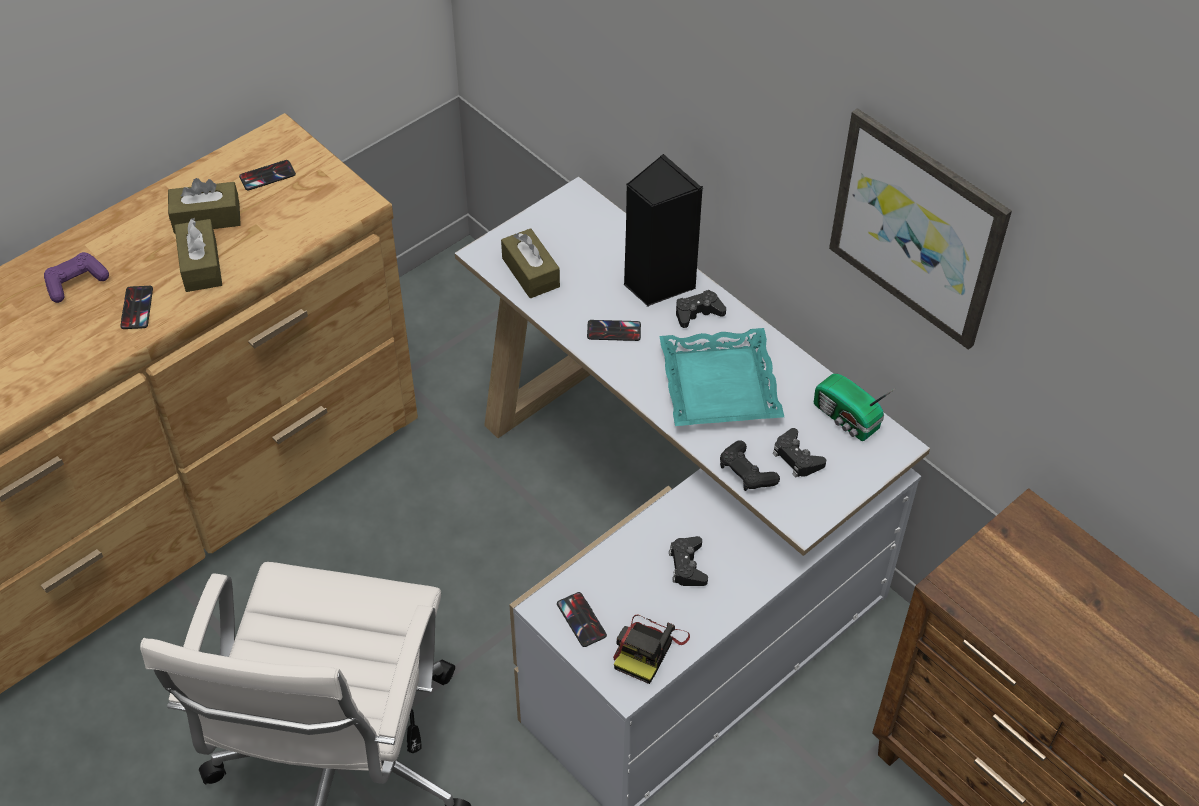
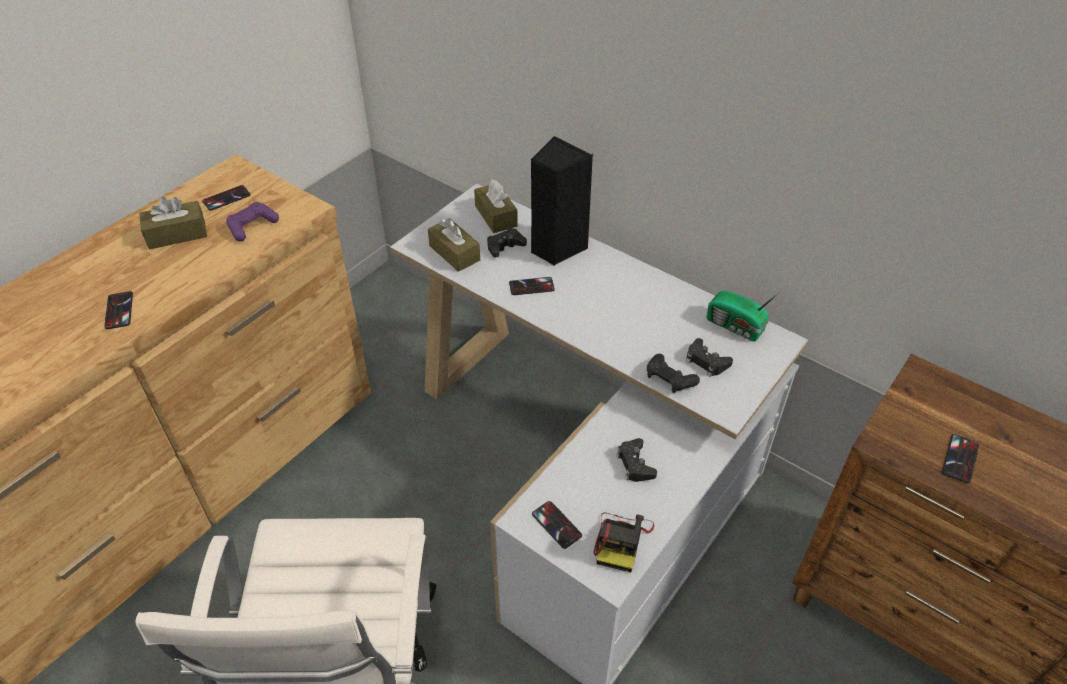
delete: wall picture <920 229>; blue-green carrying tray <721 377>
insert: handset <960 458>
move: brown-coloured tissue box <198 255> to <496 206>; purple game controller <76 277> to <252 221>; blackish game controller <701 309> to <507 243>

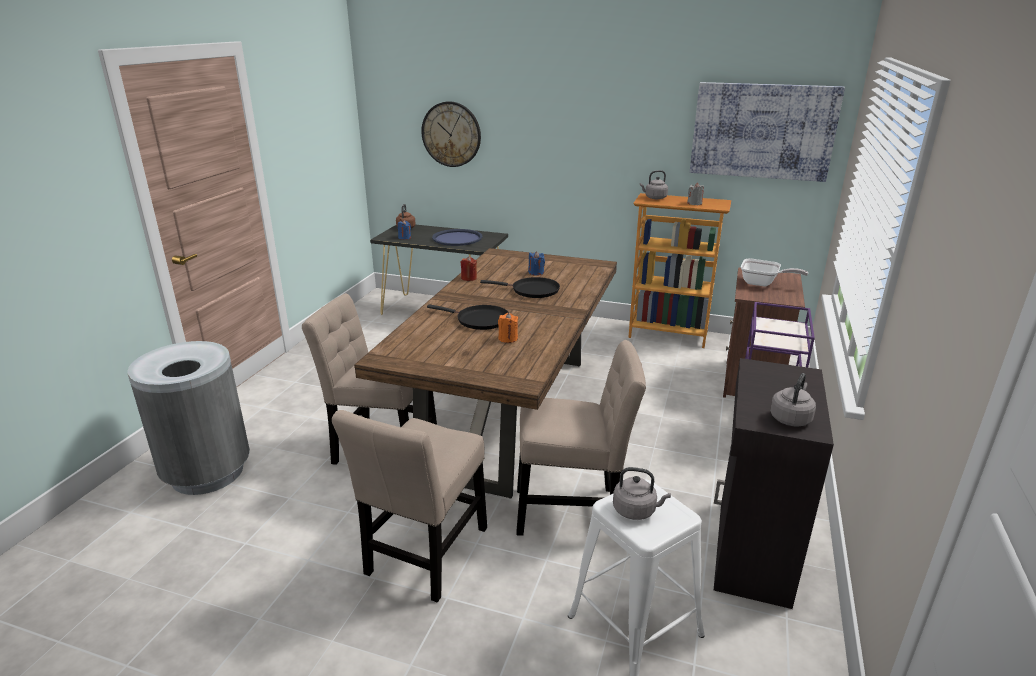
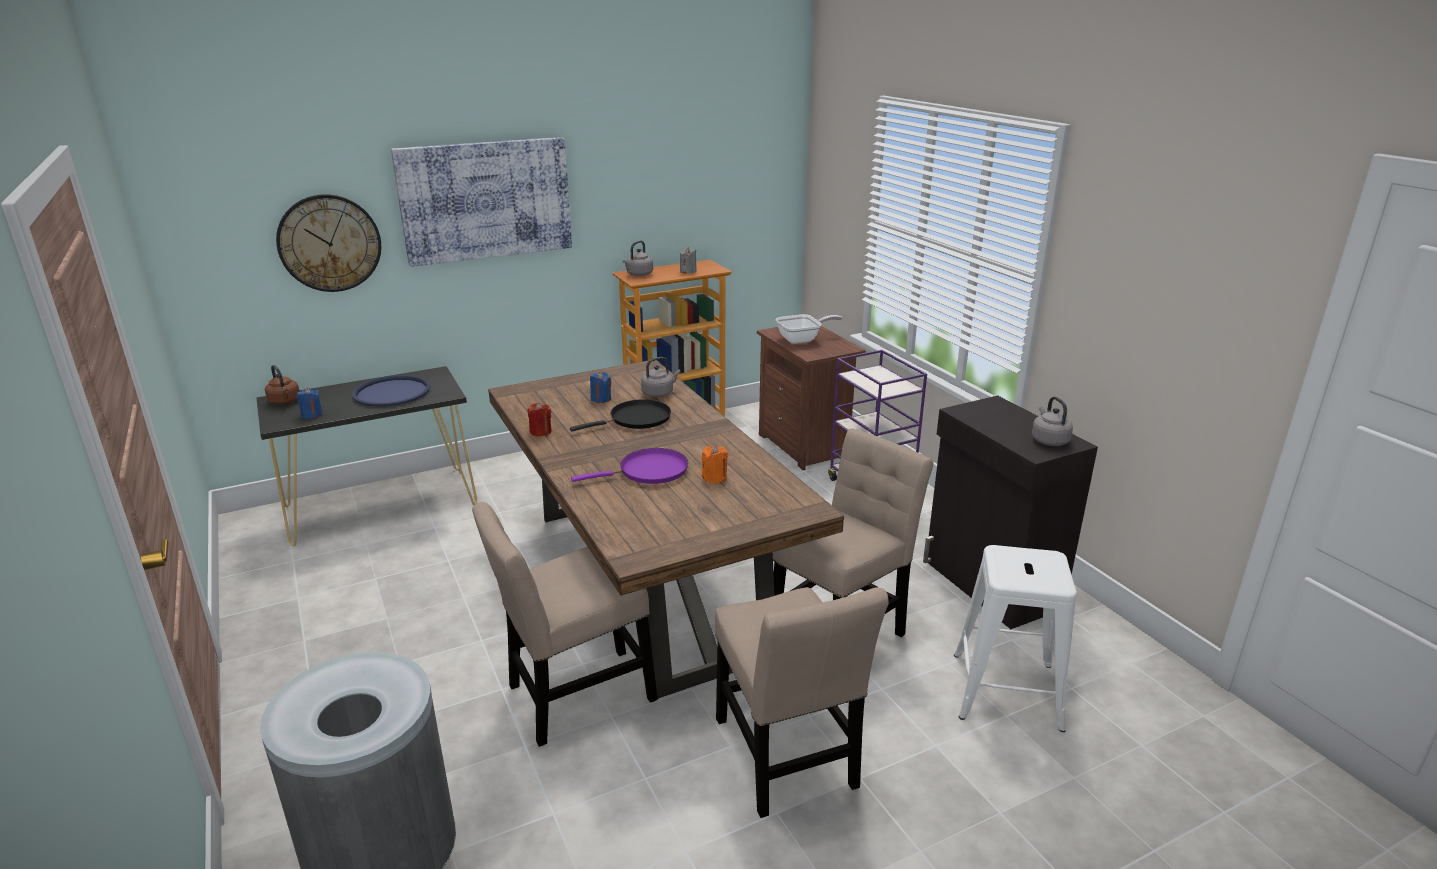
move: wall picture <767 132> to <481 202>; greyish kettle <642 493> to <661 377>
recolor: blackish frying pan <468 317> to purple frying pan <629 466>

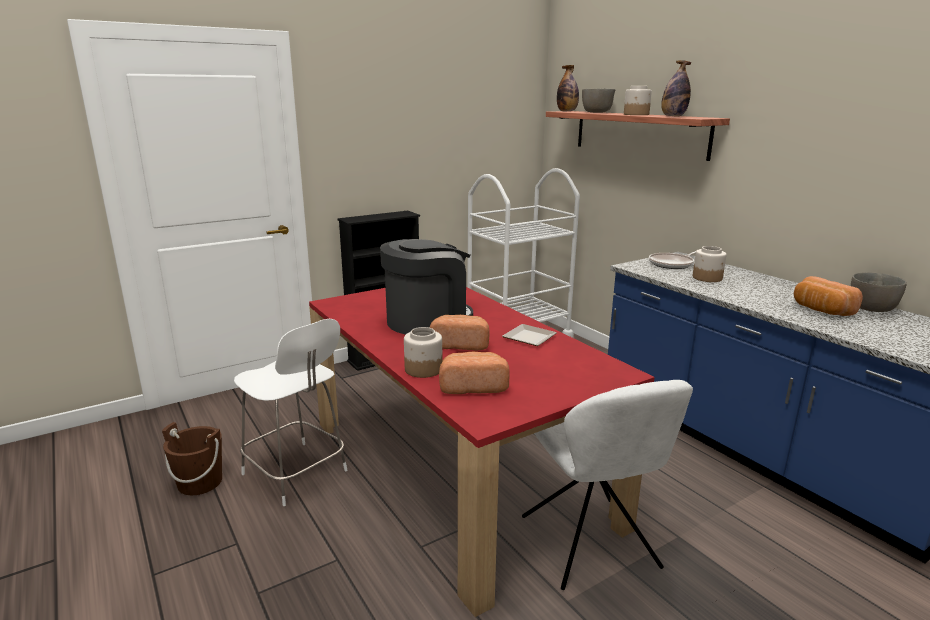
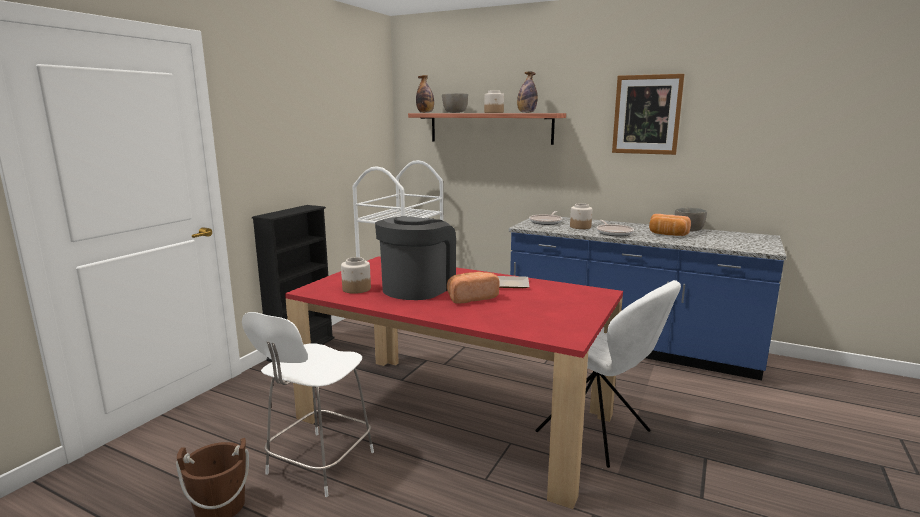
delete: bakery bread <474 373>
insert: wall picture <648 114>; frying pan <615 228>
move: preserve jar <423 352> to <356 275>
rotate: white-coloured plain chair <290 412> = <308 404> 105 degrees clockwise

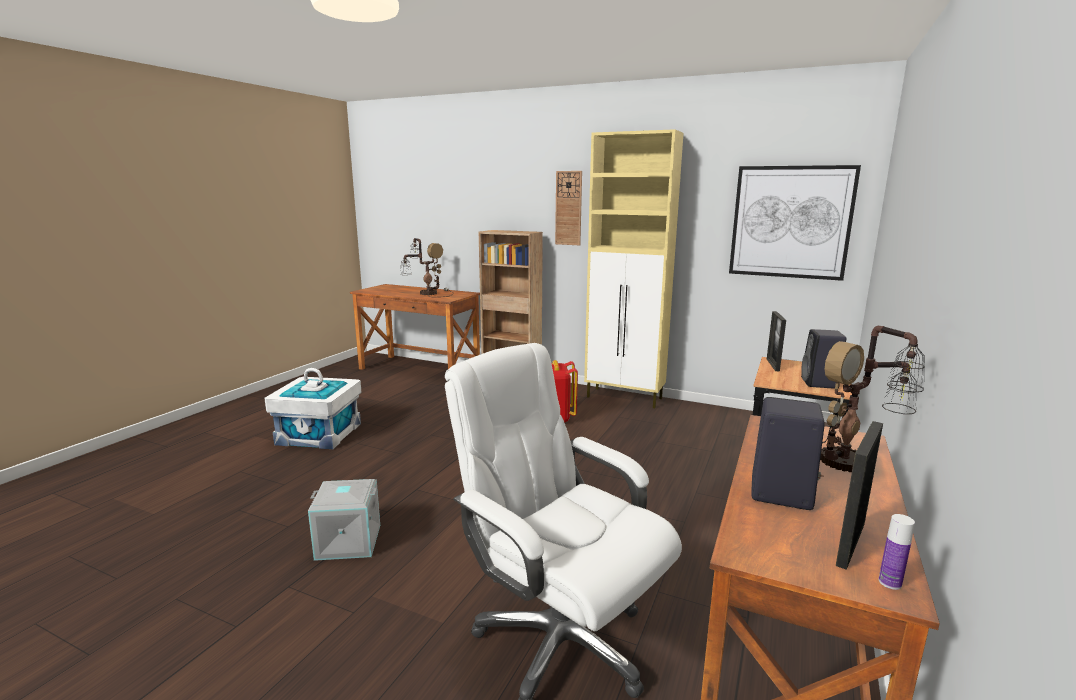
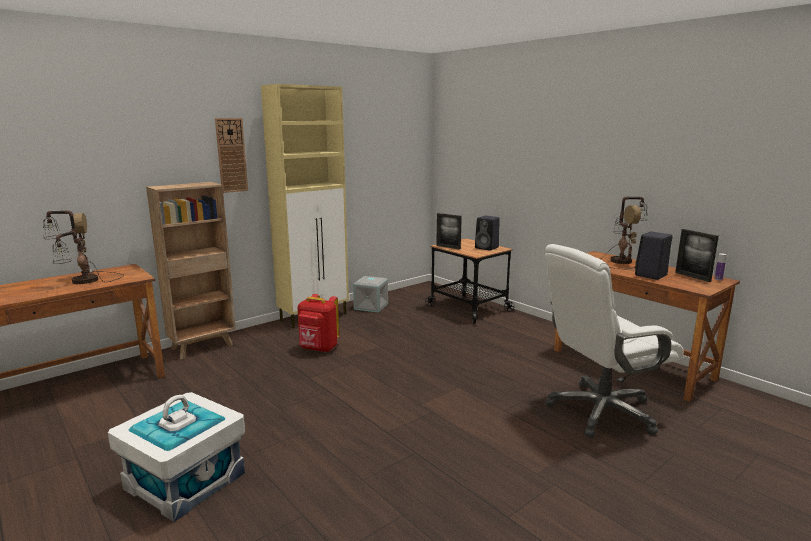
delete: wall picture <795 223>
move: greyish storage container <344 520> to <370 294>

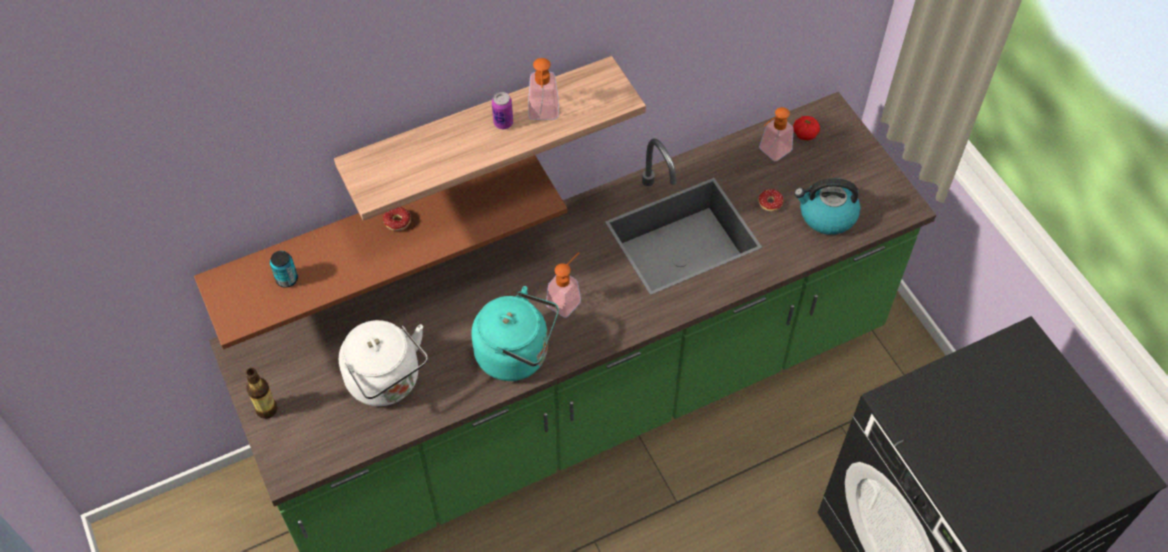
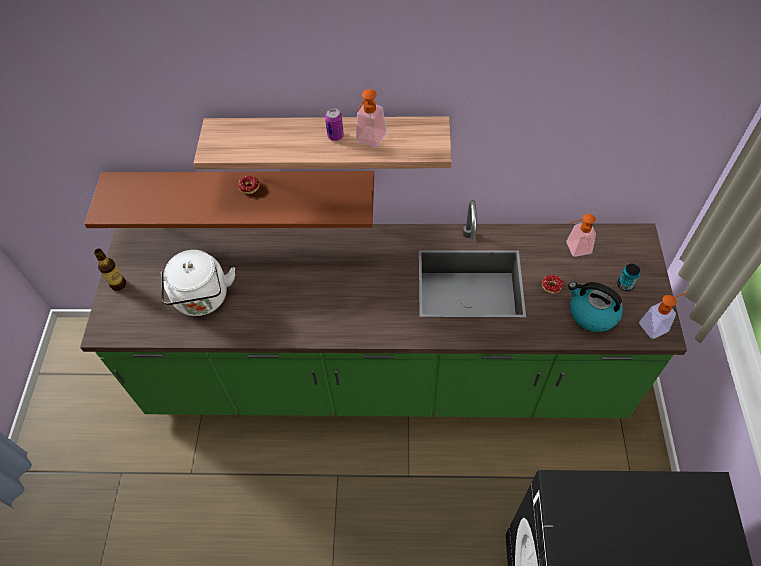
delete: whole tomato <806 128>; blue-green kettle <515 333>
move: metal can <284 269> to <628 277>; soap dispenser <563 285> to <663 315>

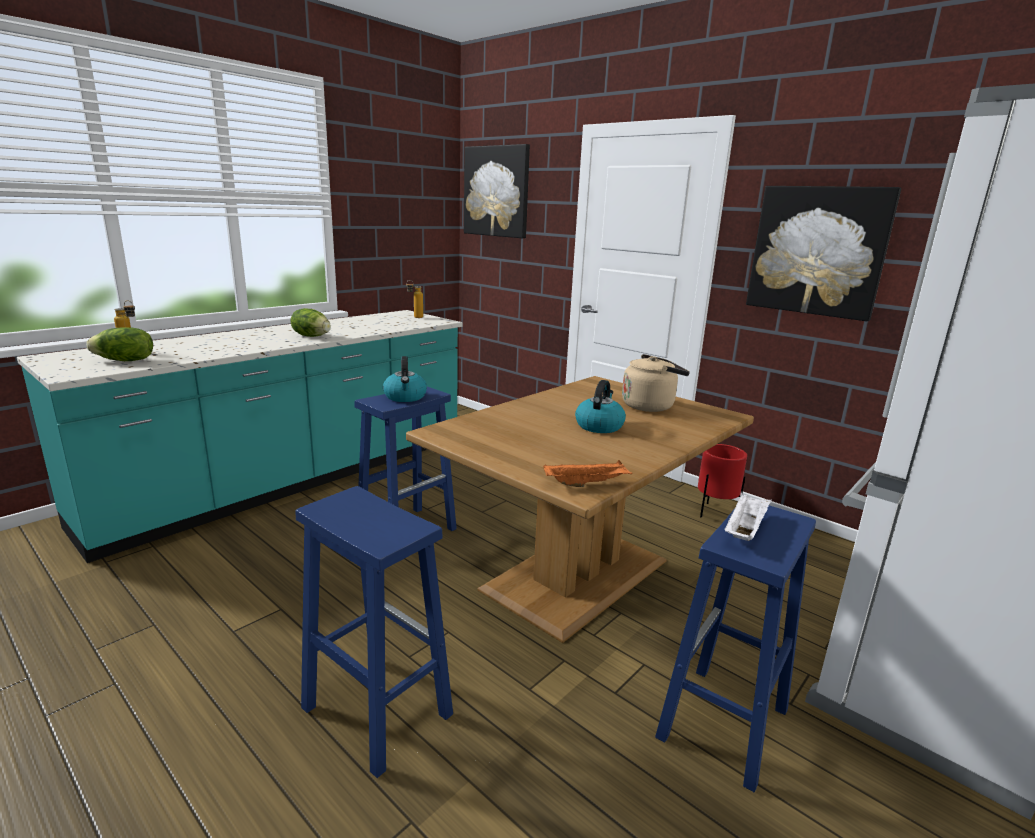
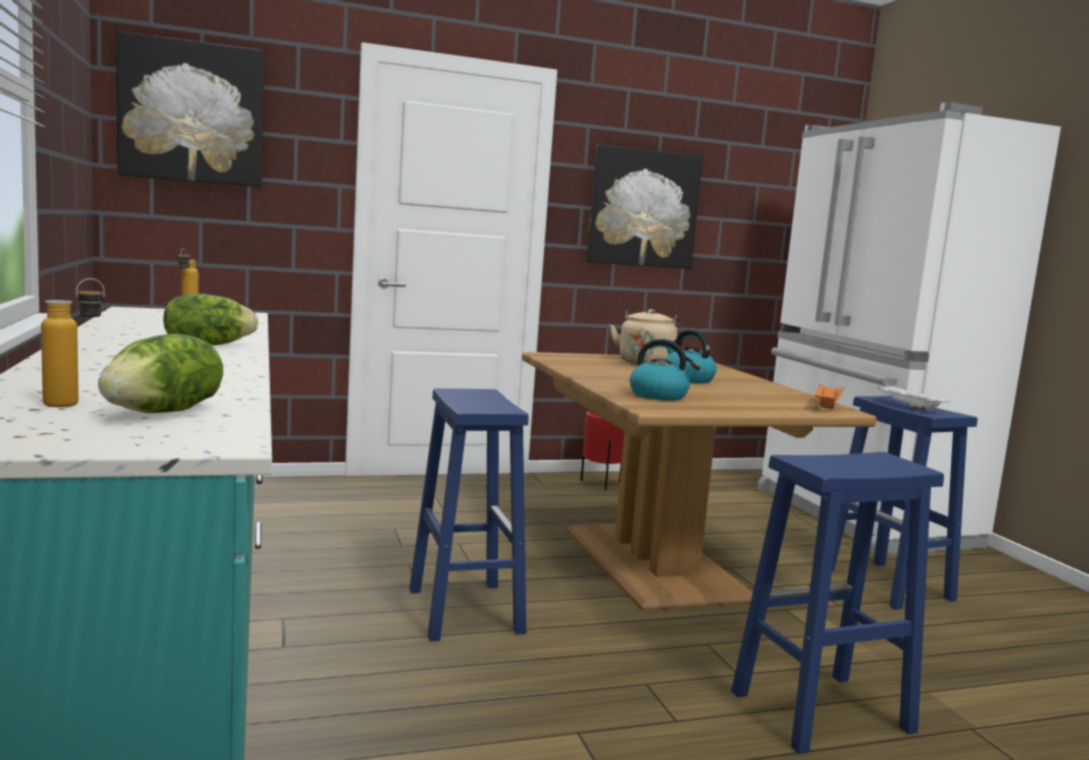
move: kettle <405 379> to <665 369>

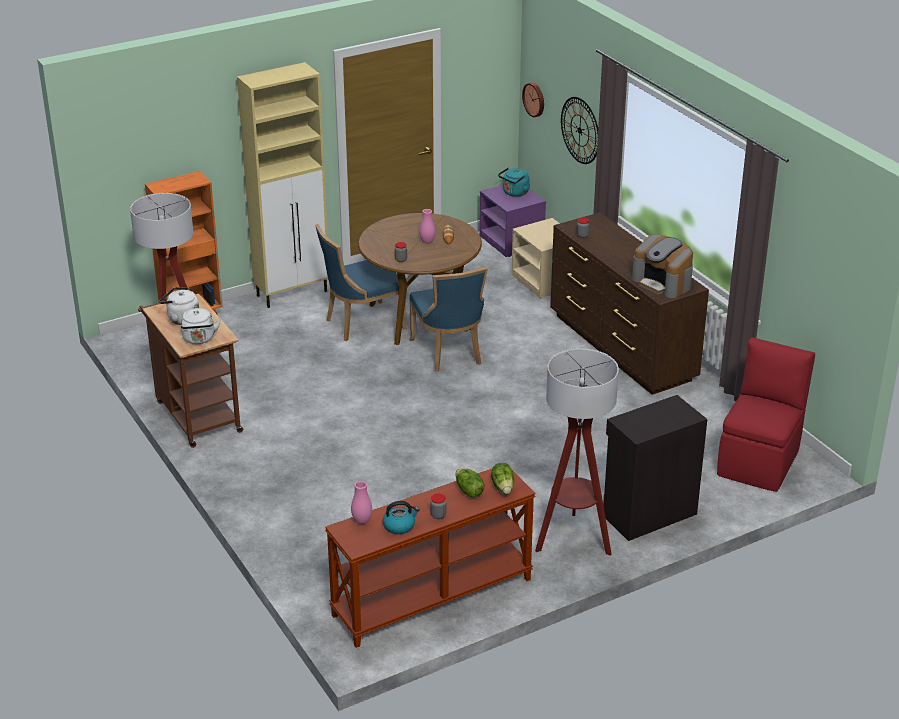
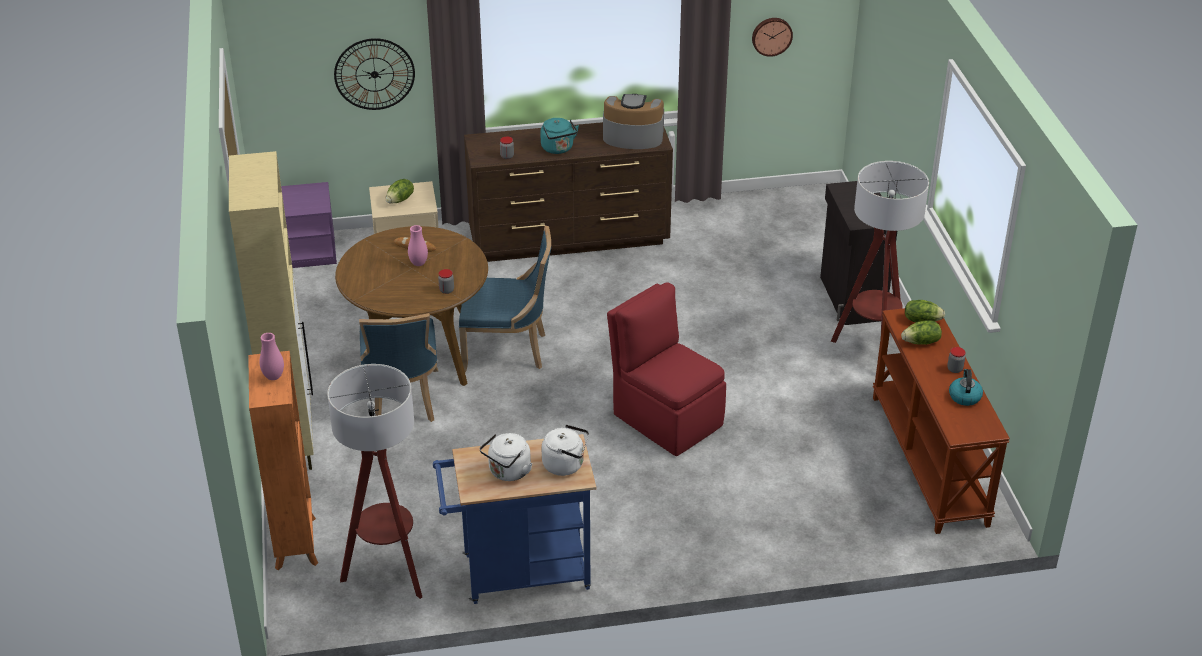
insert: head of lettuce <400 191>
move: wall clock <533 100> to <772 37>; blue-green kettle <514 182> to <559 136>; red-coloured plain chair <766 414> to <666 369>; pinkish decorative vase <361 502> to <271 356>
recolor: brown-coloured trolley <190 371> to blue-coloured trolley <514 519>
rotate: coffee maker <662 266> = <633 121> 150 degrees counterclockwise

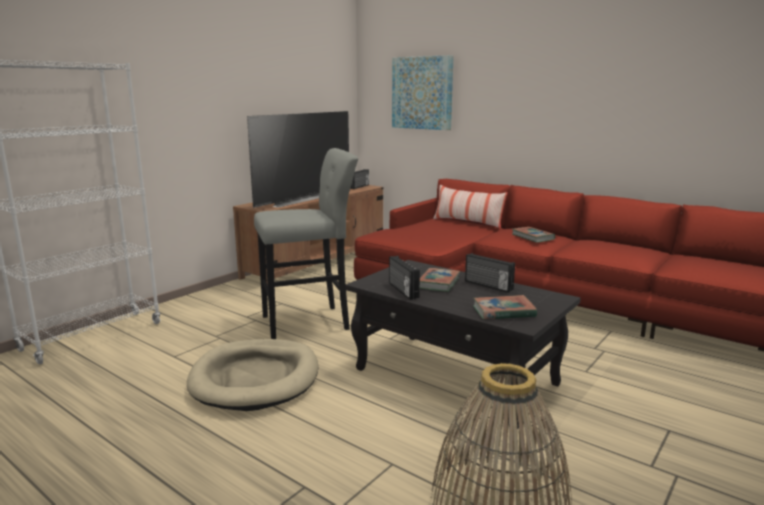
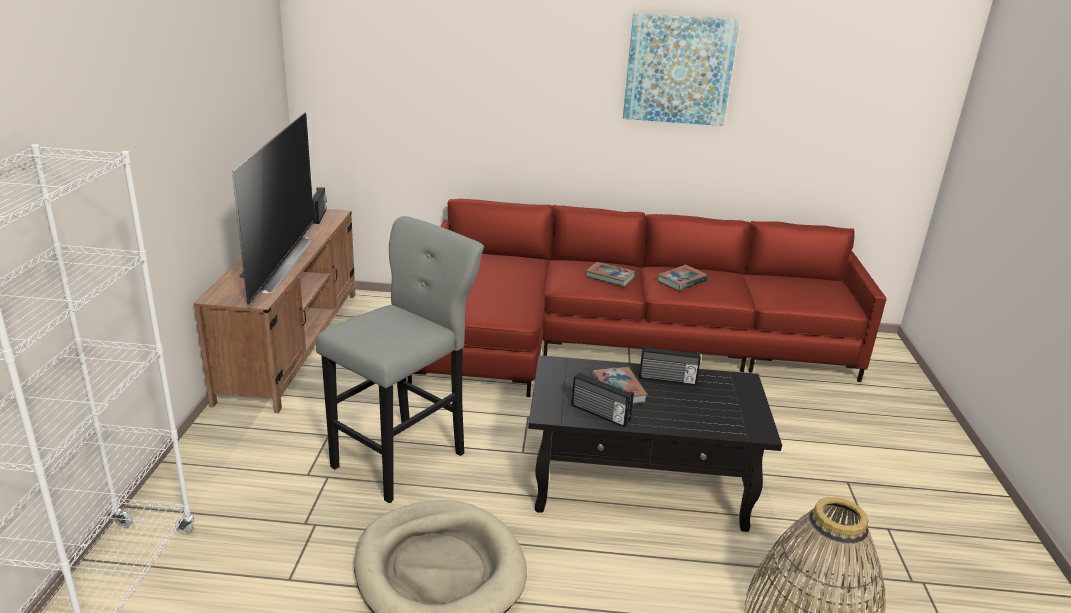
delete: throw pillow <470 207>
move: wall picture <423 92> to <681 69>; bound book <505 307> to <682 277>

